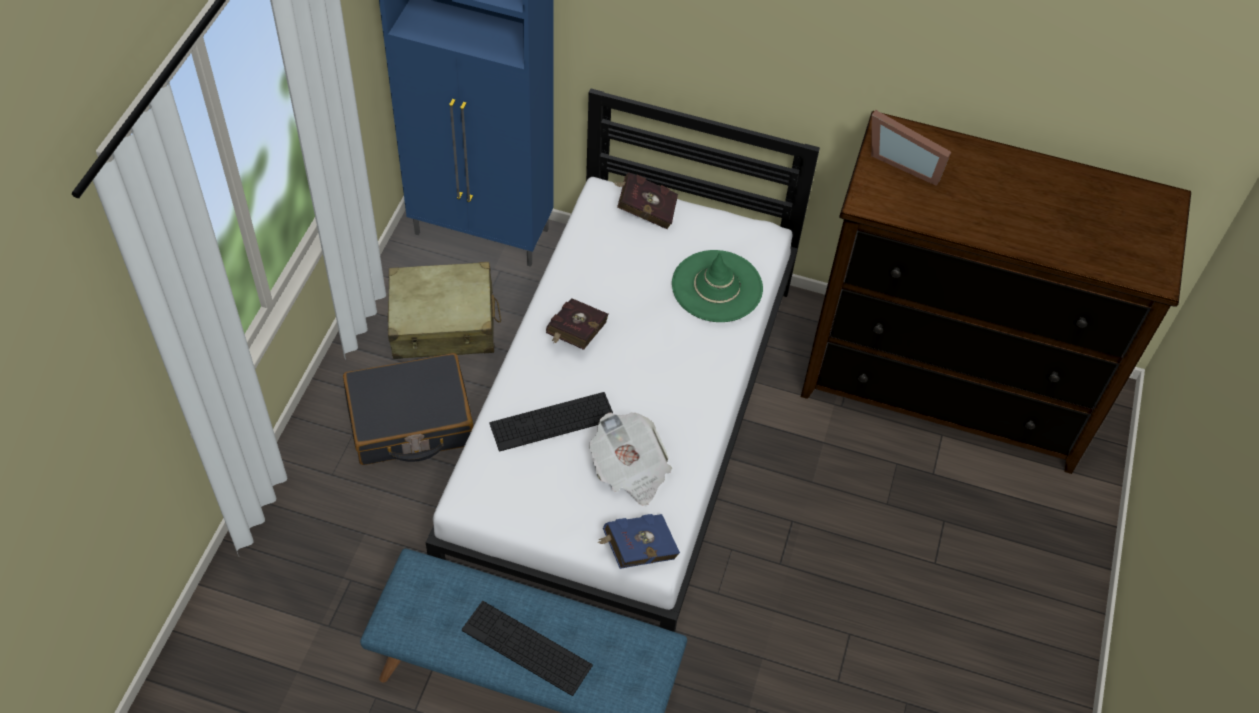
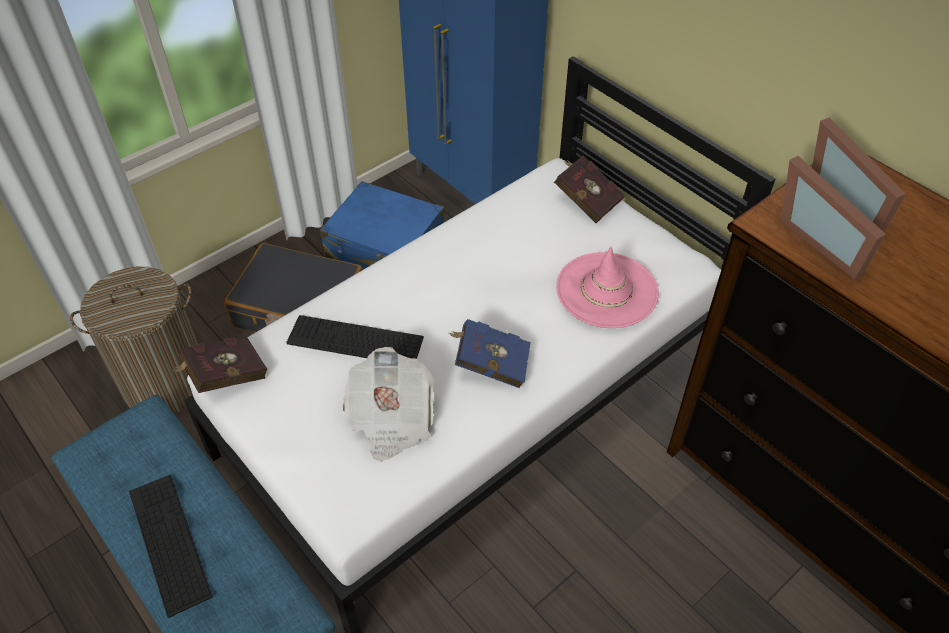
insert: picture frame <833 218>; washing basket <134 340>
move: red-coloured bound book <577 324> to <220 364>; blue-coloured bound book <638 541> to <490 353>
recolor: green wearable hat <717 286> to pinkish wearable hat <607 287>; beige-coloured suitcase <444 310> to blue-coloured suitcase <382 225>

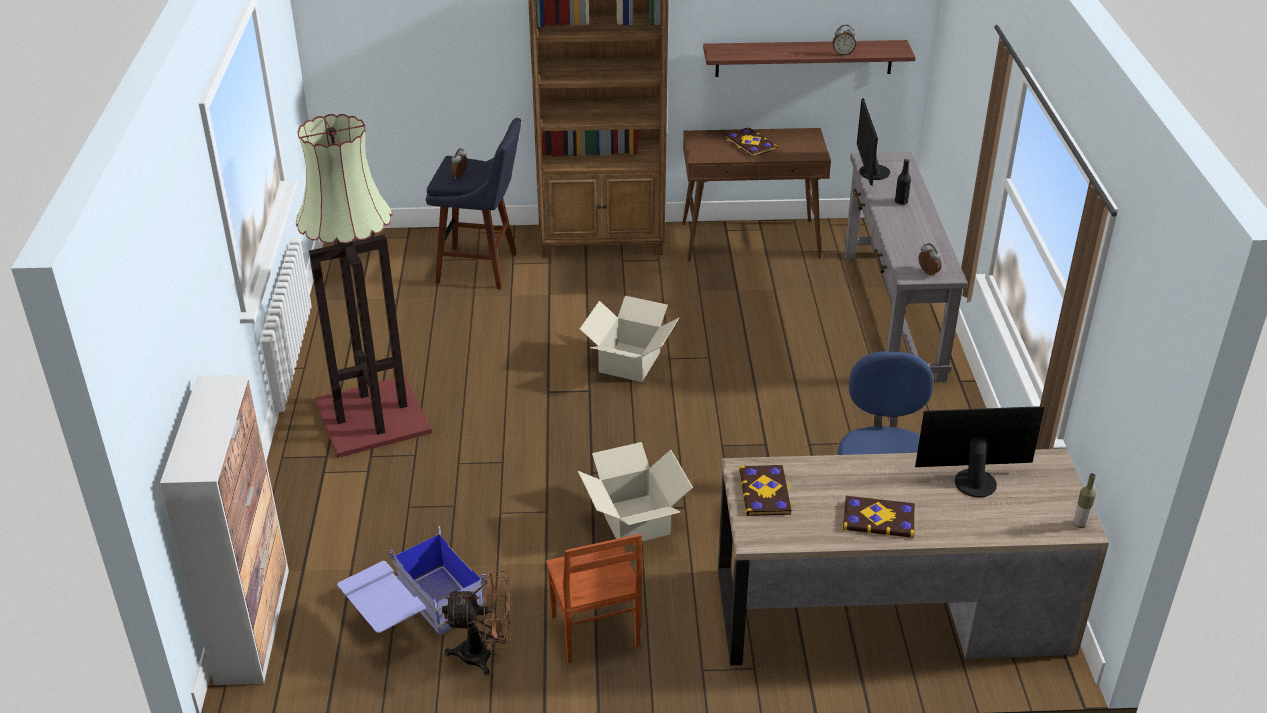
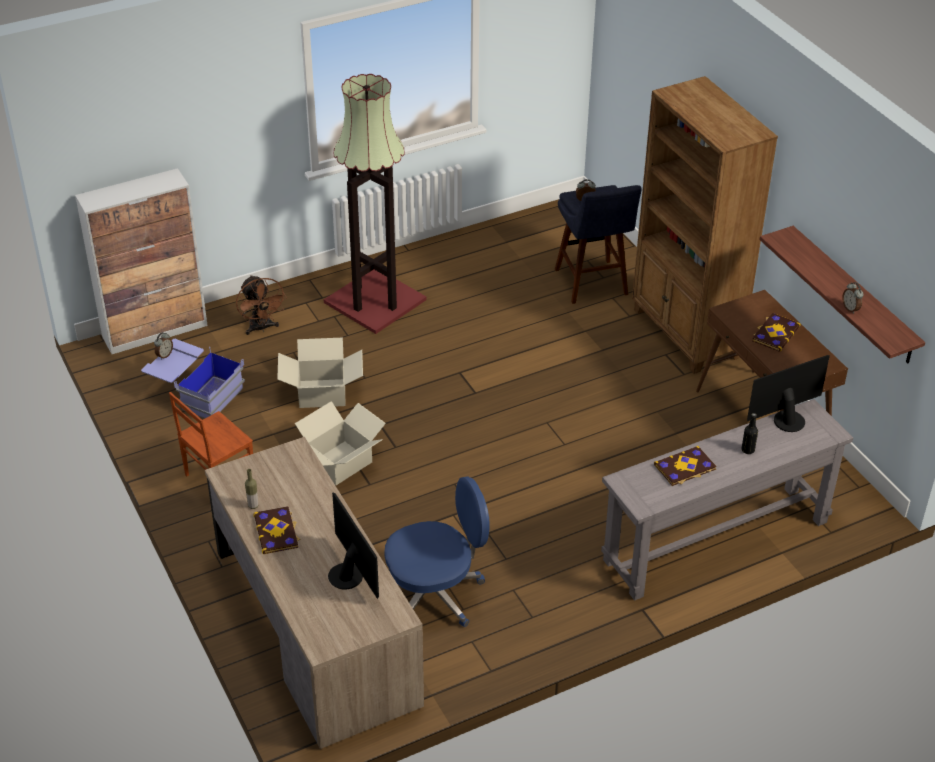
move: bedside clock <930 259> to <163 346>; cardboard box <629 339> to <320 372>; bound book <767 490> to <685 466>; beverage bottle <1085 500> to <251 489>; brown-coloured cooling fan <476 623> to <261 305>

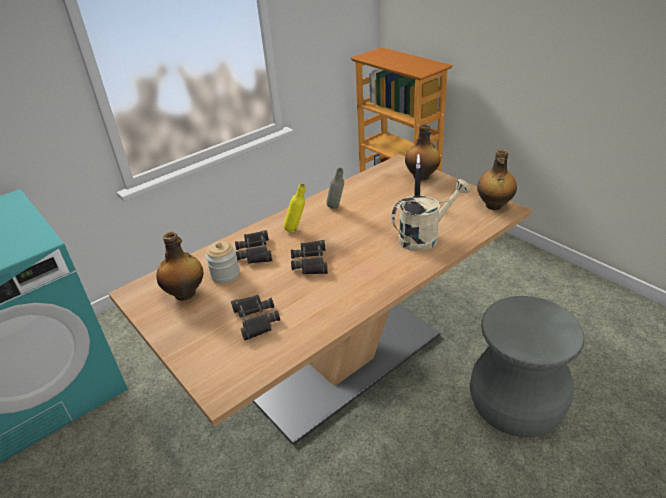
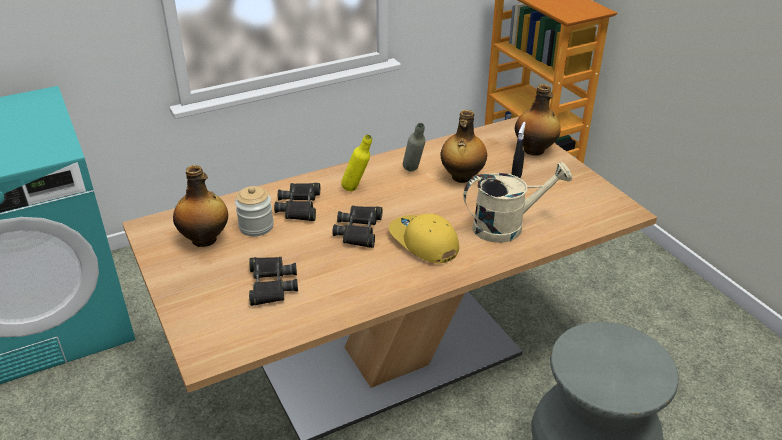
insert: yellowish cap <424 238>
move: beverage bottle <497 180> to <464 146>

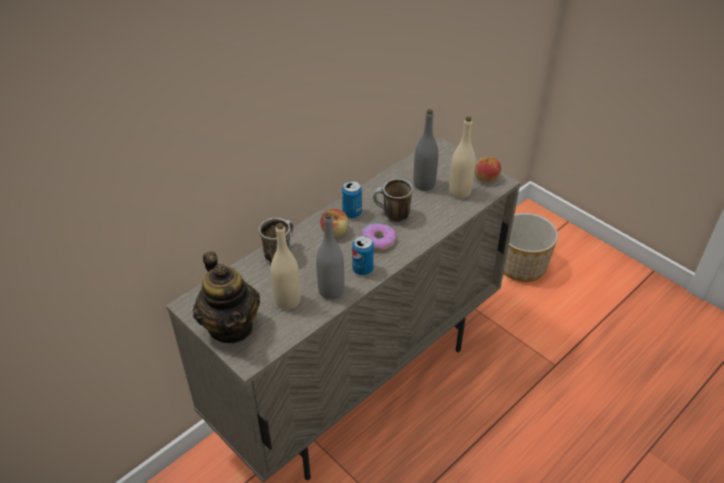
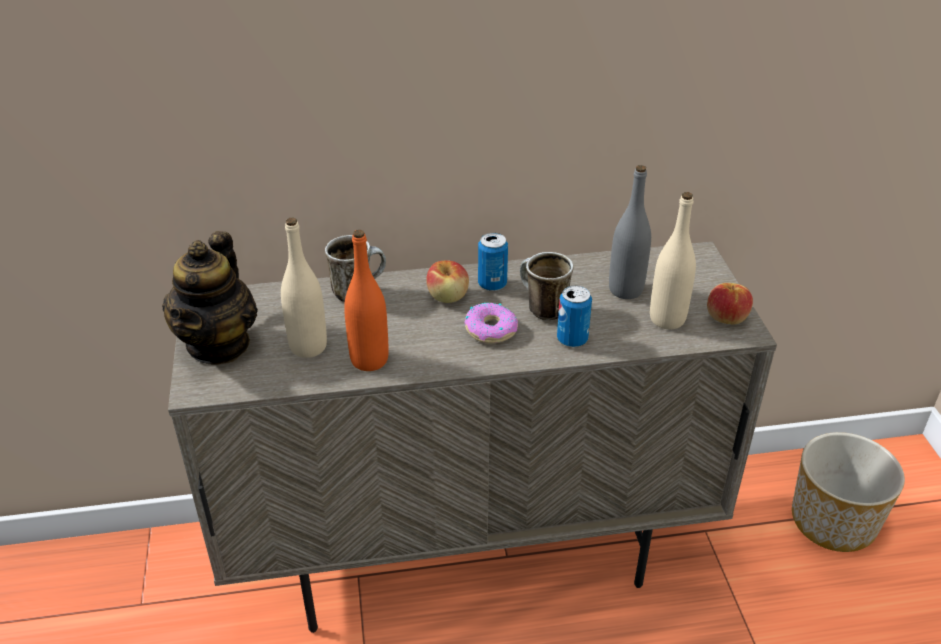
move: metal can <363 255> to <574 316>
recolor: greyish beverage bottle <330 256> to orangey beverage bottle <366 300>

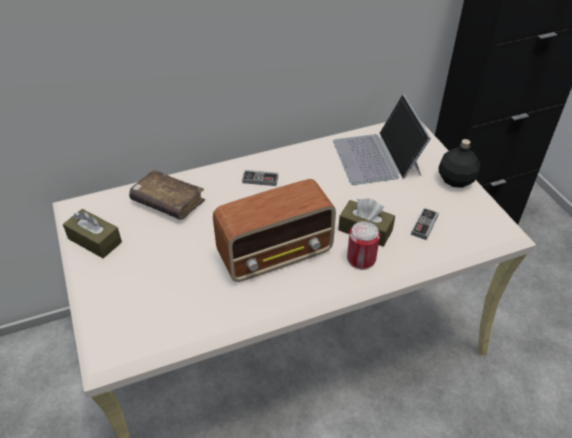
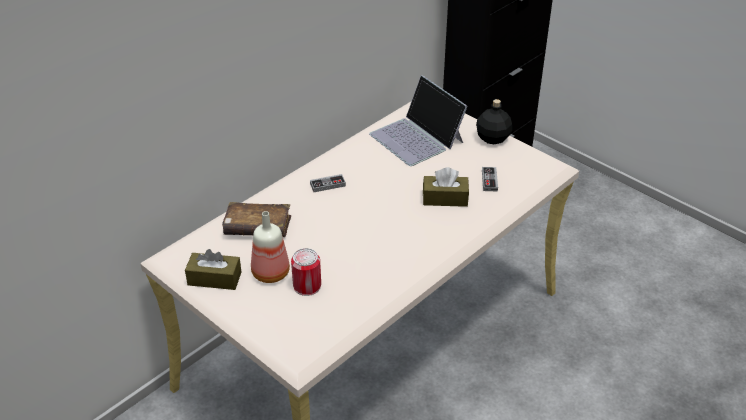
delete: radio set <274 230>
insert: beverage bottle <270 247>
move: metal can <363 245> to <306 272>

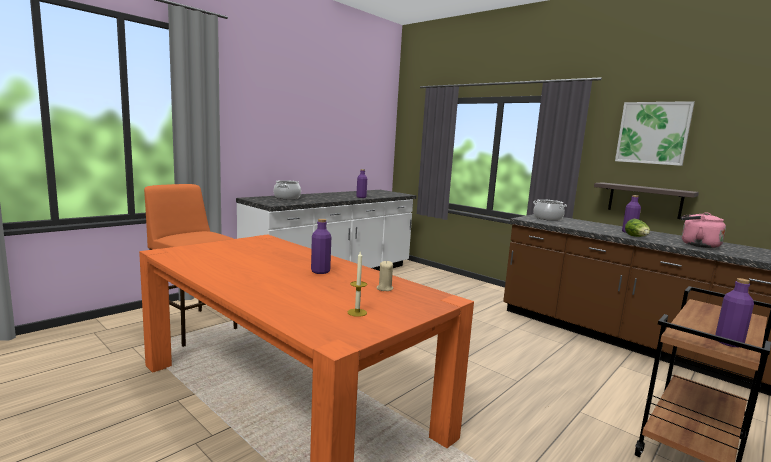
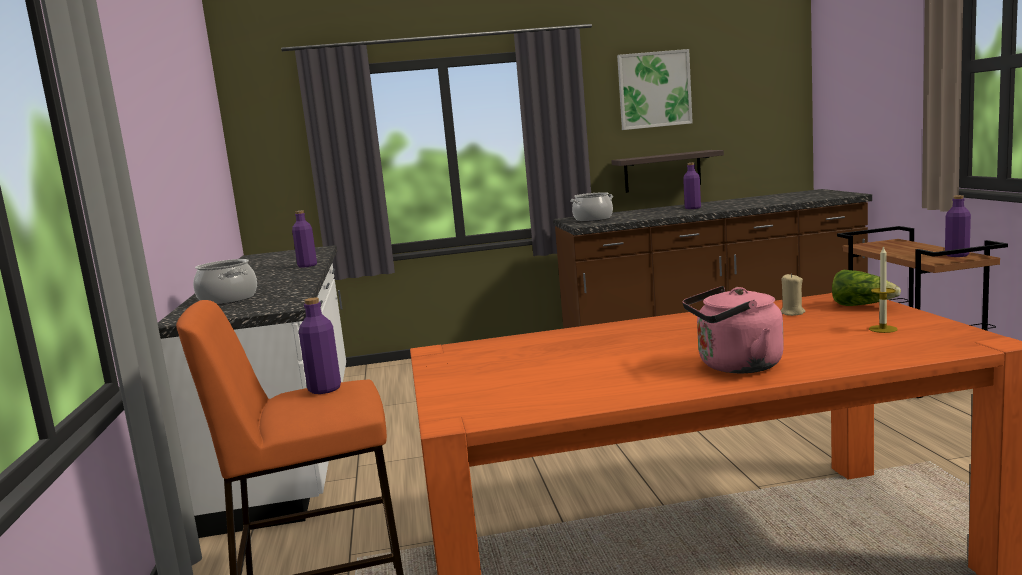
move: pinkish kettle <703 230> to <733 329>; purple beverage bottle <321 246> to <320 346>; head of lettuce <637 228> to <866 288>

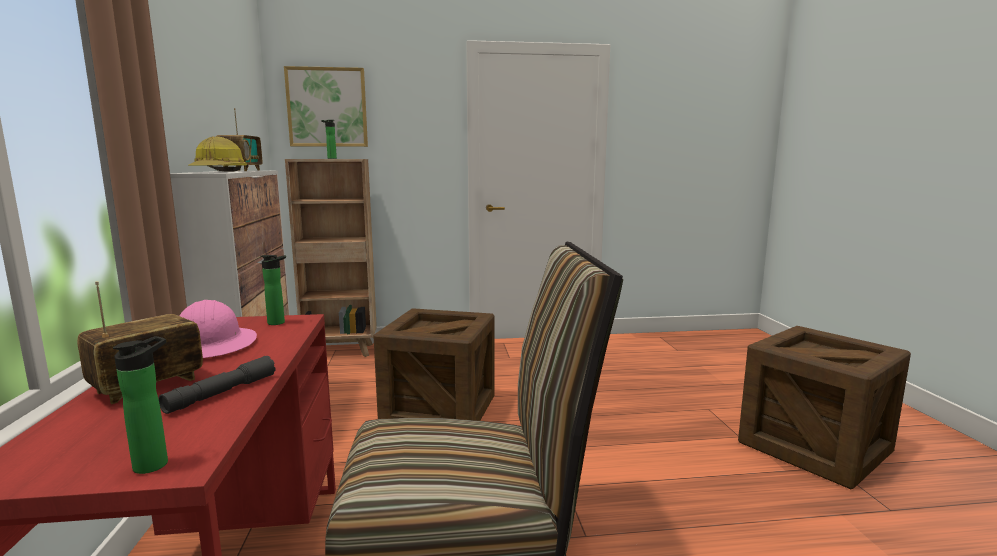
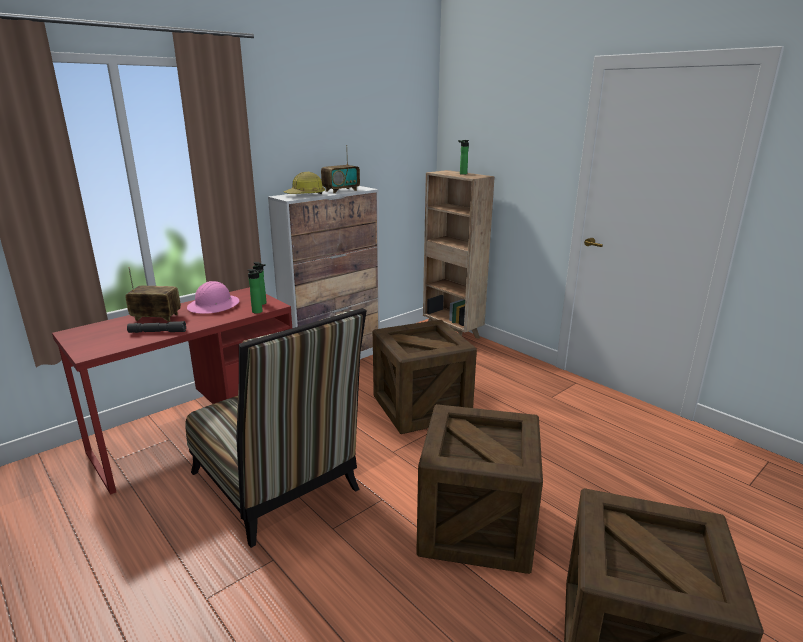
delete: wall picture <326 106>
insert: packing crate <479 489>
move: beverage bottle <140 405> to <255 291>

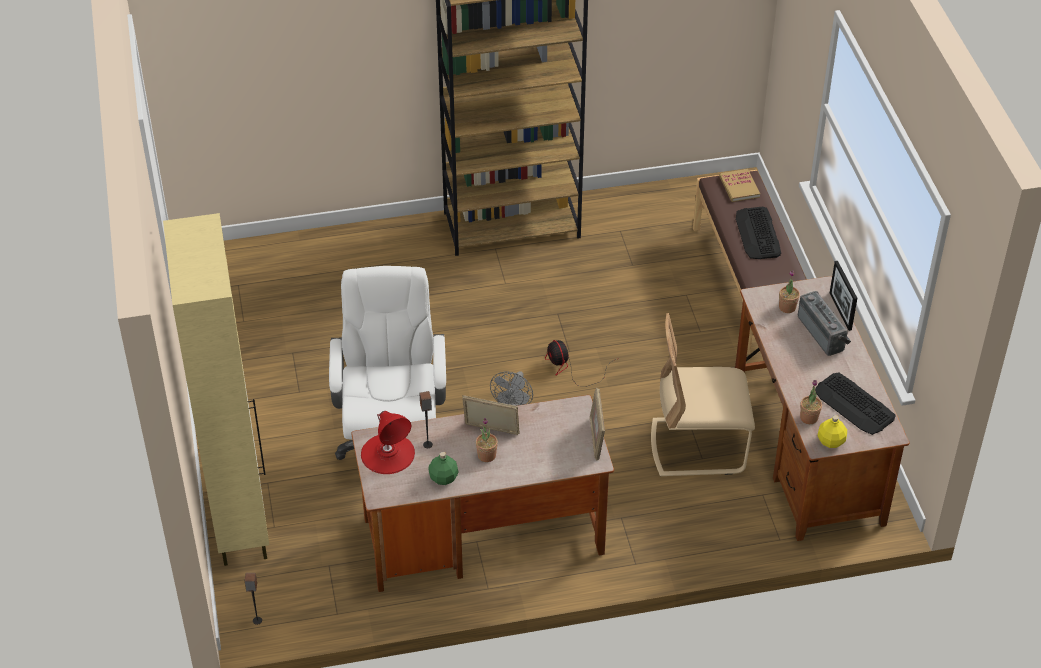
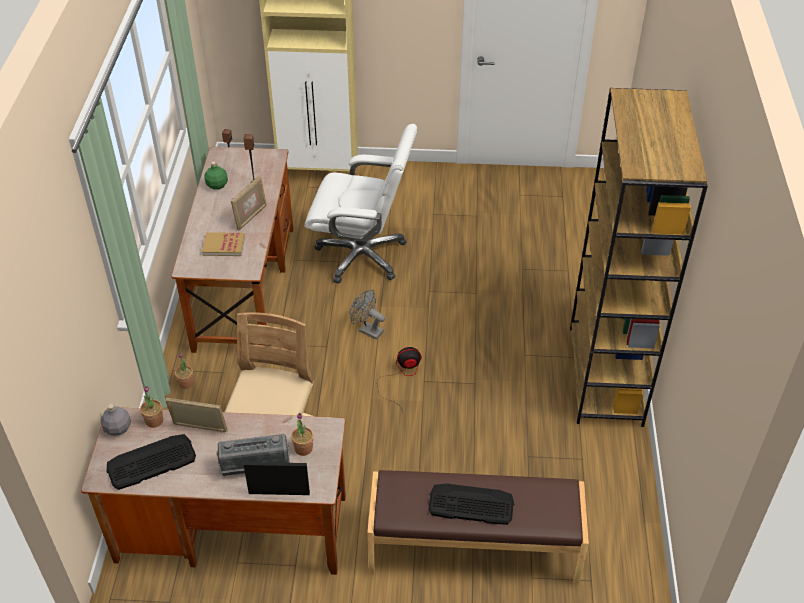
delete: red-coloured lamp for a table <388 442>
move: bound book <739 185> to <223 244>; picture frame <597 424> to <196 415>; potted plant <487 440> to <184 371>
recolor: yellowish beverage bottle <832 431> to greyish beverage bottle <115 420>

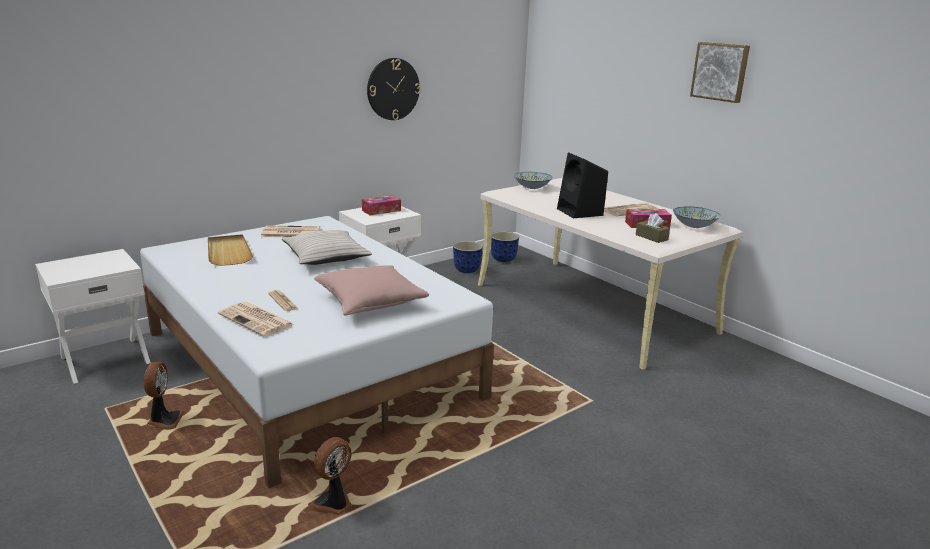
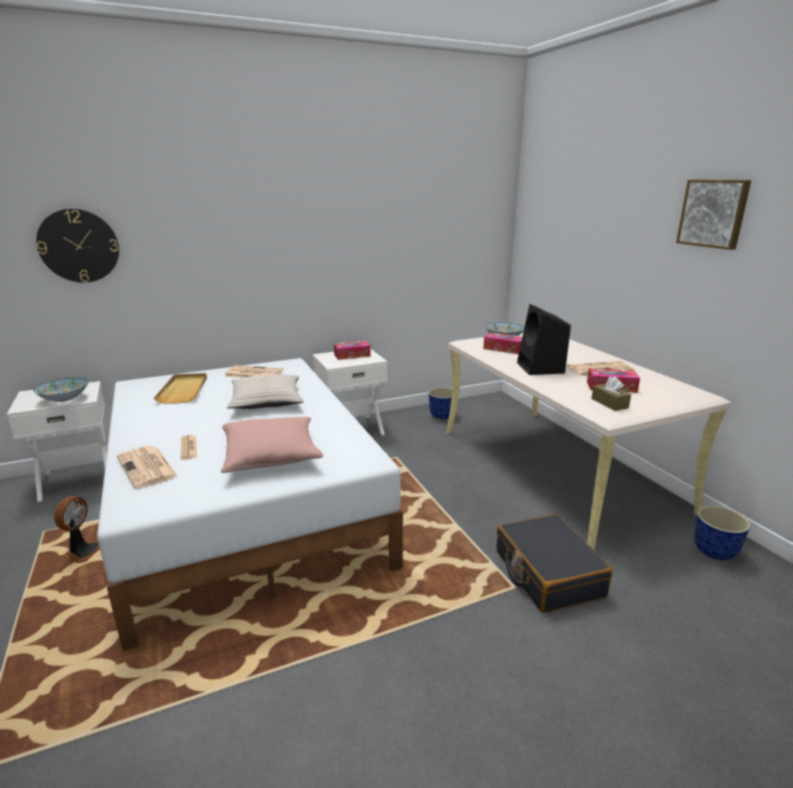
delete: cooling fan <330 476>
insert: tissue box <502 343>; blackish suitcase <554 563>
move: wall clock <393 89> to <77 246>; deep dish <697 217> to <60 390>; flower pot <505 246> to <722 533>

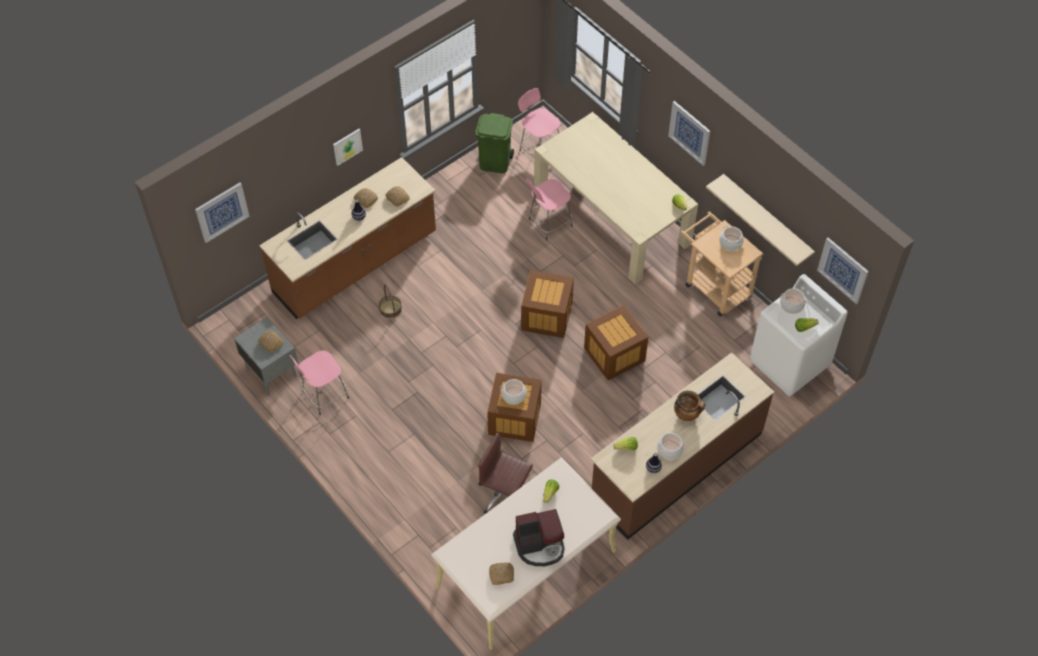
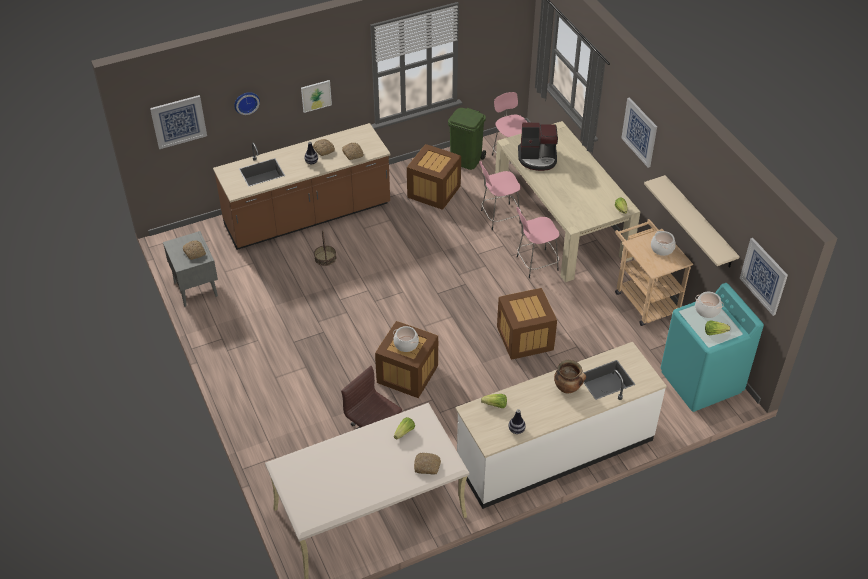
delete: saucepot <671 446>
insert: wall clock <247 103>
move: packing crate <547 304> to <434 177>; pinkish sitting stool <319 383> to <538 242>; coffee maker <539 537> to <538 147>; bakery bread <501 573> to <427 463>
recolor: white-coloured washing machine <799 335> to blue-green washing machine <712 347>; brown-coloured kitchen base unit <682 446> to white-coloured kitchen base unit <561 425>

